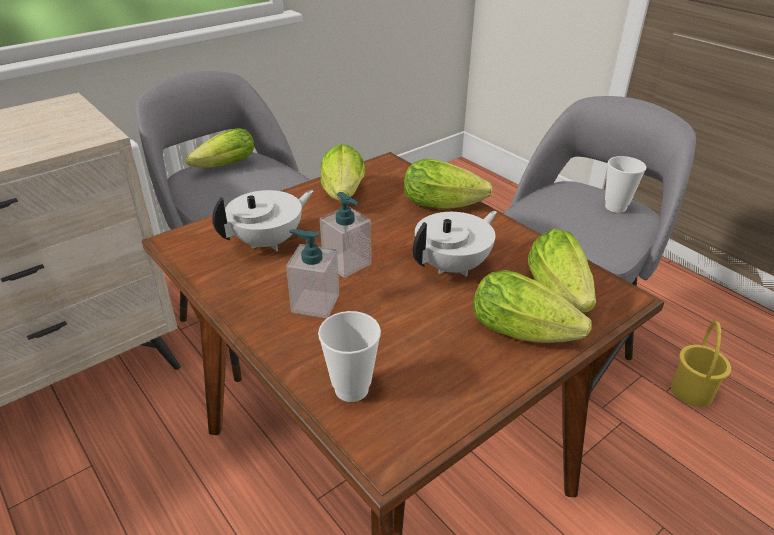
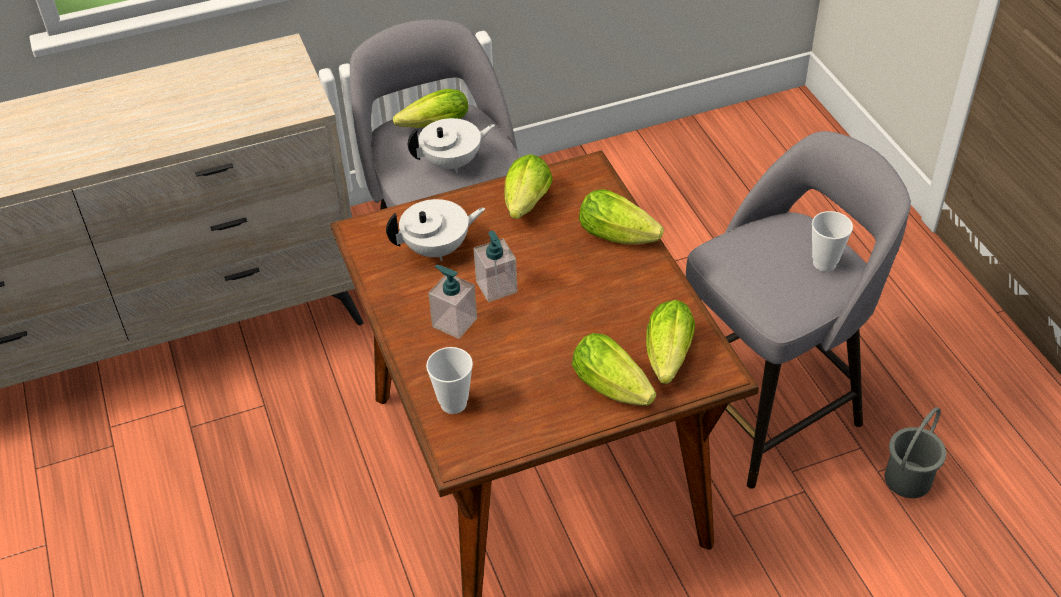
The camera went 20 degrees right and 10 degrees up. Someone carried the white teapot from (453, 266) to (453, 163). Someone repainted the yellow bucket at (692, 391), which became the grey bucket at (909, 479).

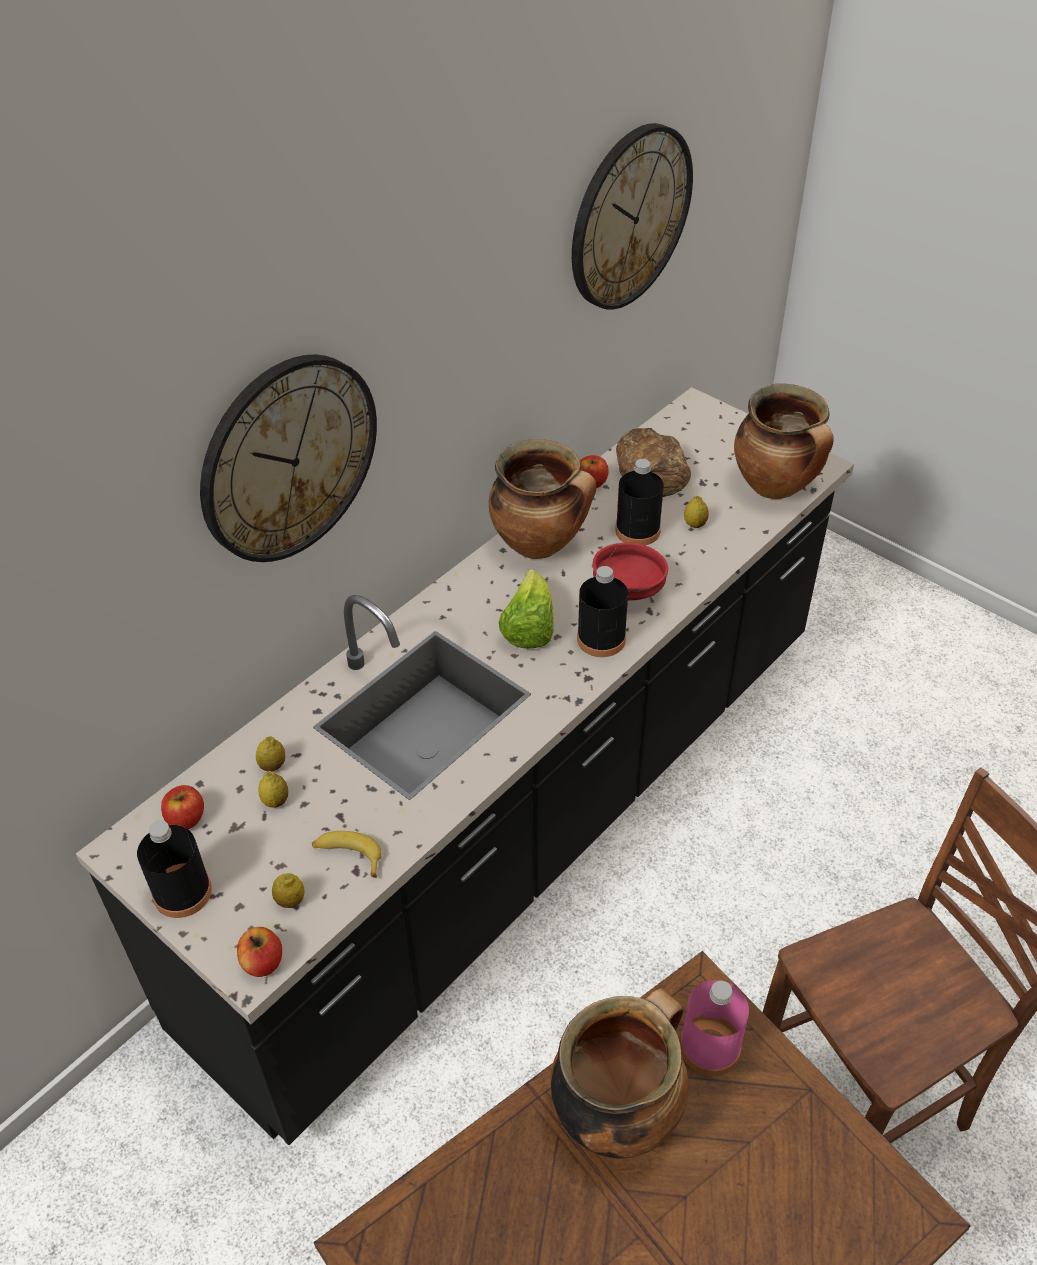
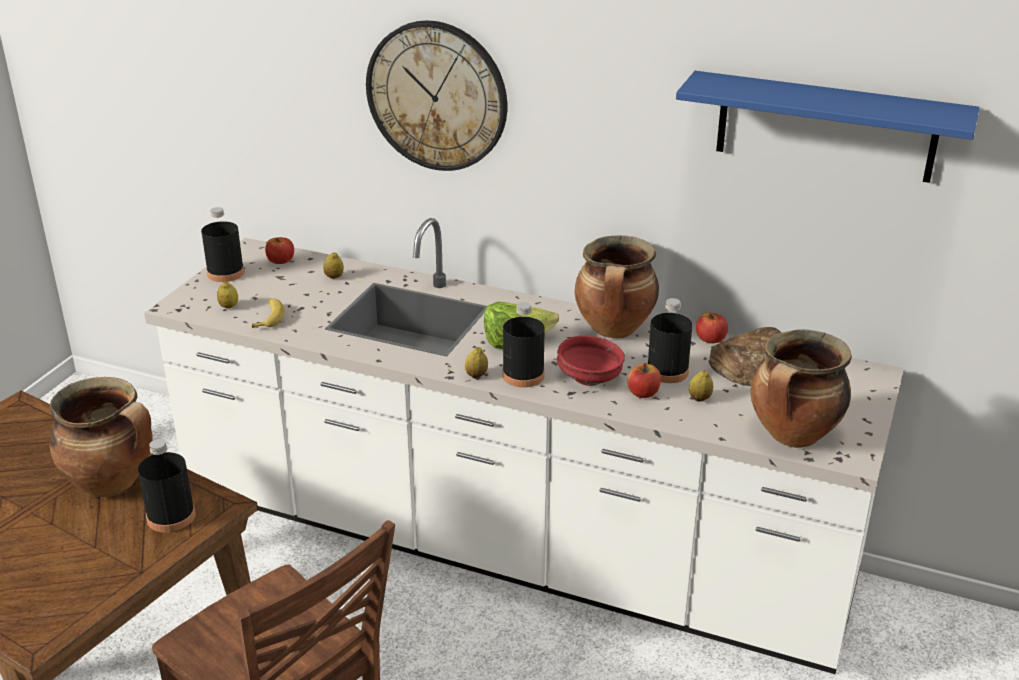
The camera went 70 degrees right and 15 degrees down. Someone carried the apple from (263, 962) to (643, 393). Someone carried the lemon from (275, 801) to (476, 375). Someone swapped the wall clock at (630, 217) for the blue shelf at (826, 127). Someone repainted the black counter at (522, 821), which became the white counter at (509, 545). Someone repainted the pink bottle at (709, 1047), which became the black bottle at (171, 517).

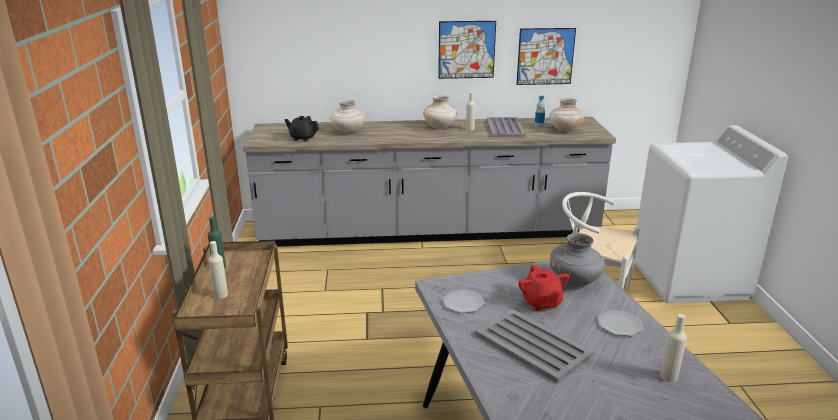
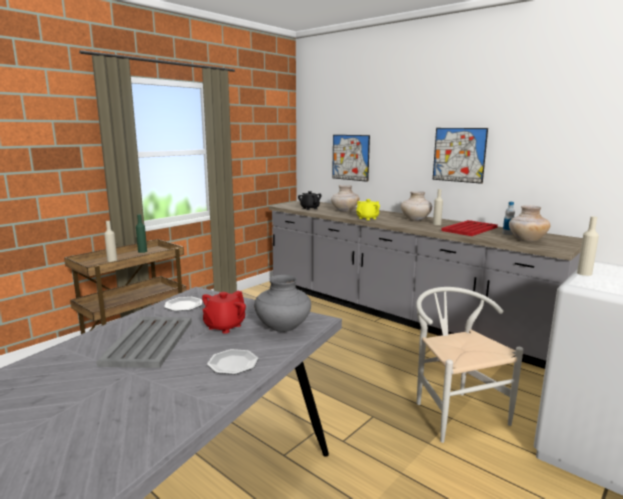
The camera went 45 degrees right and 10 degrees down. Someone put down the yellow teapot at (367, 218). Someone carried the picture from (545, 56) to (350, 157). Someone carried the beige bottle from (669, 377) to (584, 273). Someone repainted the grey tray at (505, 128), which became the red tray at (469, 229).

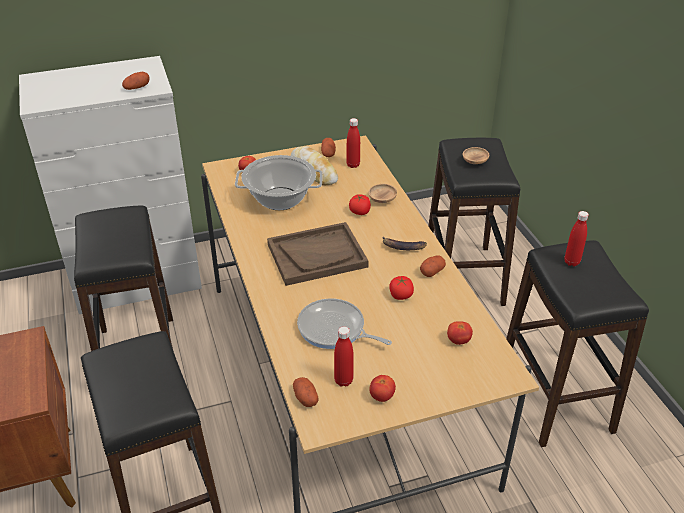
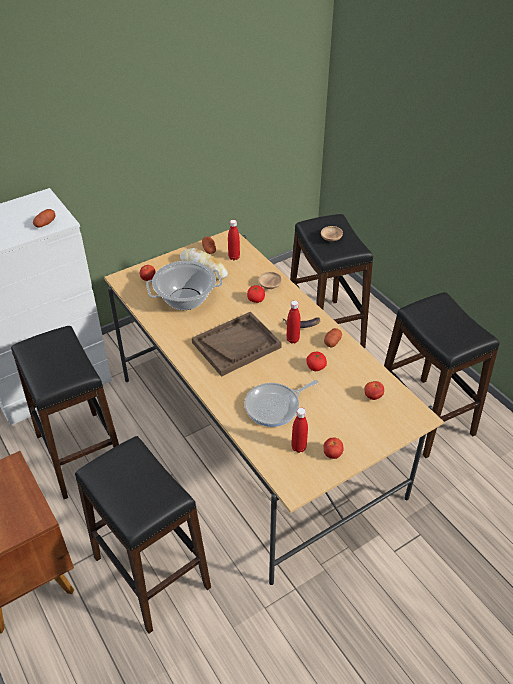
The camera went 15 degrees left and 5 degrees up. Someone took away the potato at (305, 398). Someone carried the red bottle from (571, 262) to (292, 339). Someone rotated the frying pan at (334, 329) by 45 degrees counterclockwise.

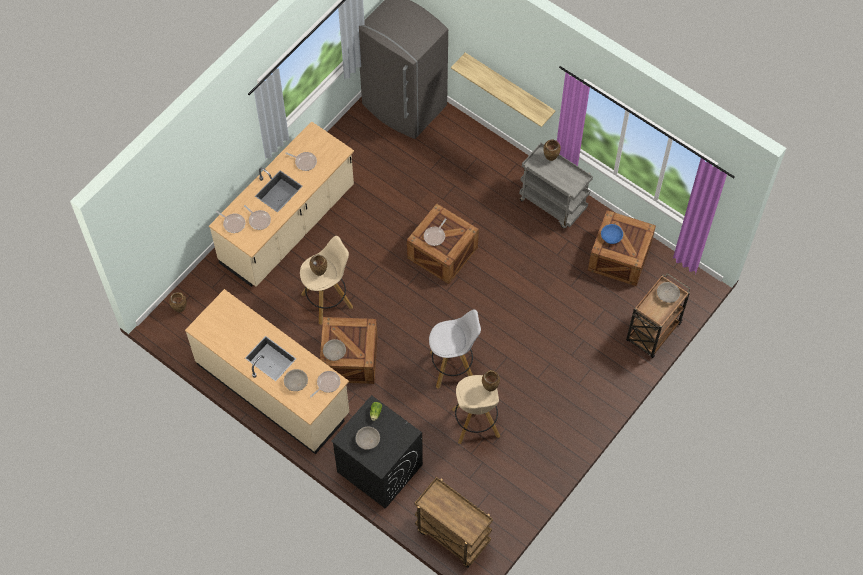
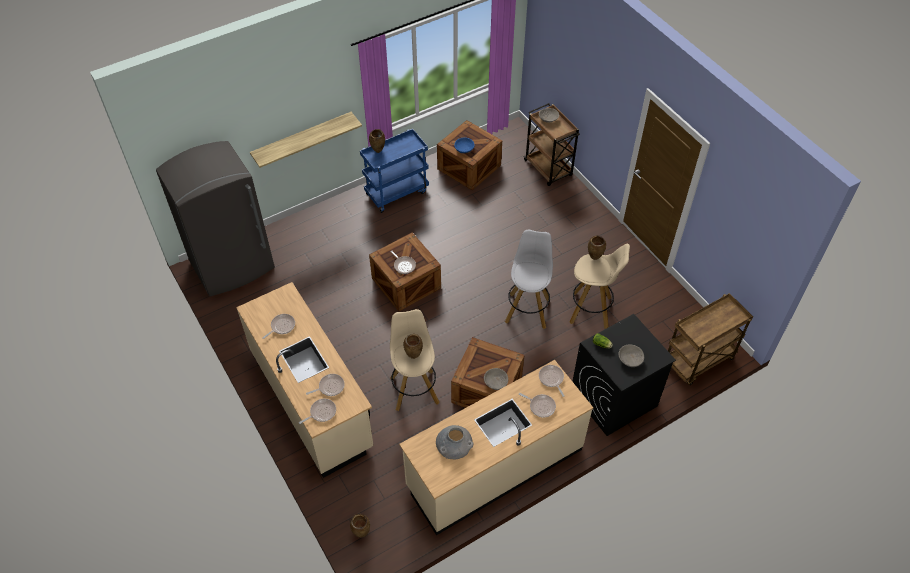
The camera went 70 degrees left and 10 degrees down. Someone put down the grey vase at (454, 443). Someone swapped the grey bowl at (296, 383) for the frying pan at (540, 406). Someone repainted the grey cart at (553, 204), which became the blue cart at (397, 192).

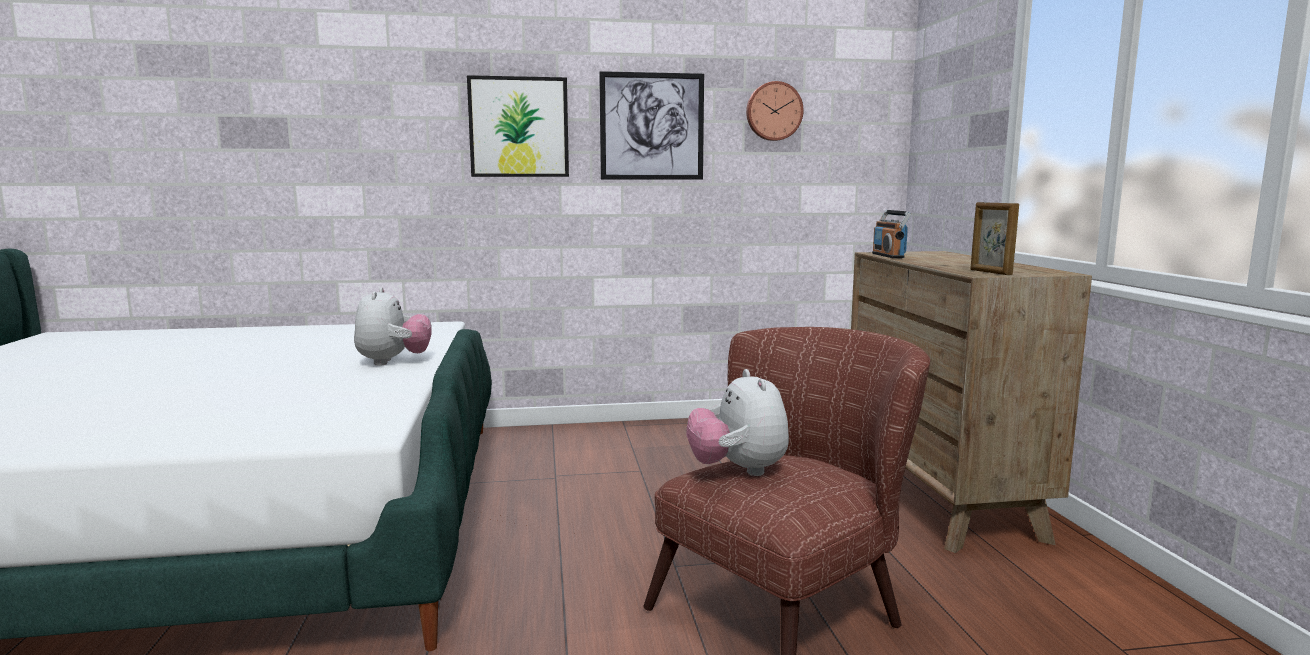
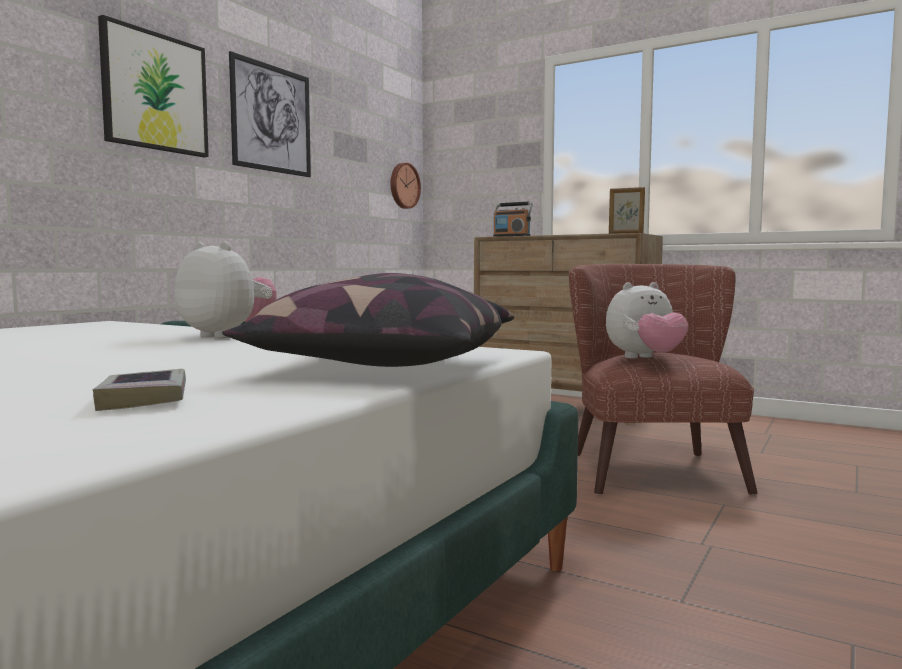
The camera went 50 degrees left and 5 degrees down. Someone put down the book at (144, 398). Someone put down the pillow at (385, 368). Someone carried the wall clock from (773, 111) to (403, 186). Someone rotated the plush toy at (738, 470) by 45 degrees counterclockwise.

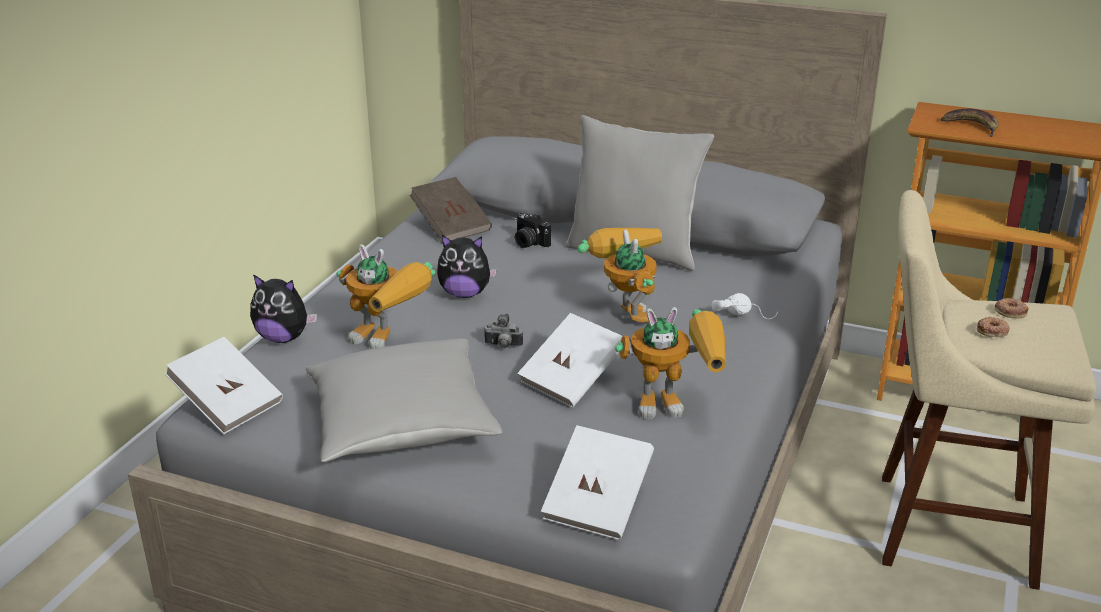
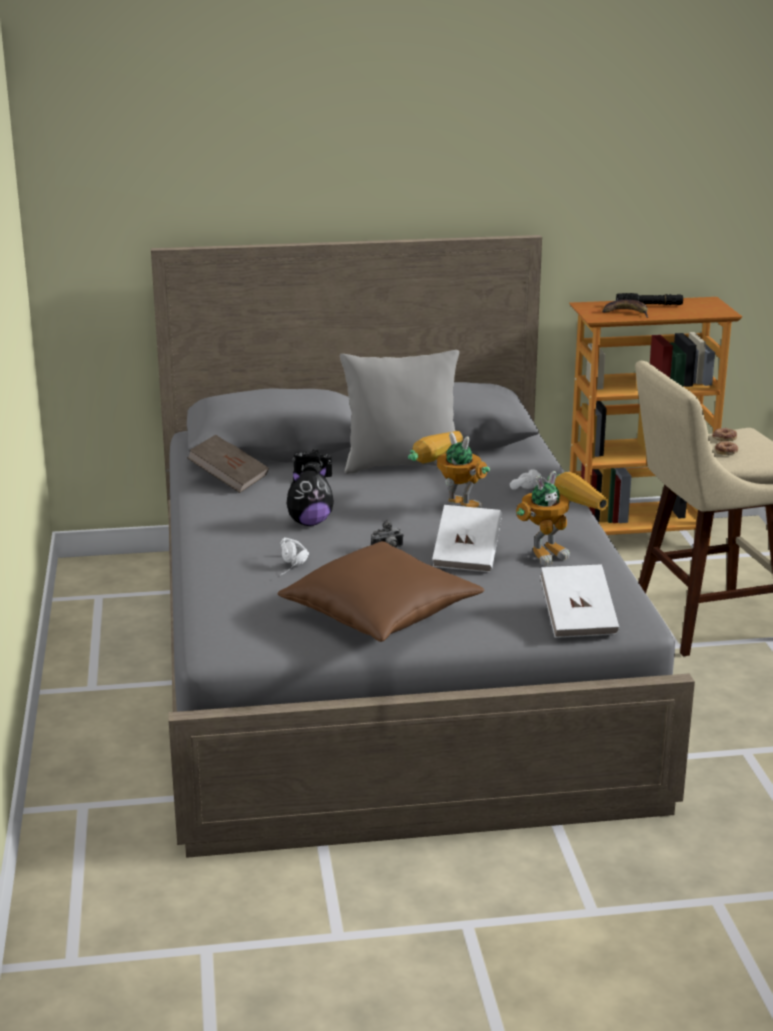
The camera went 30 degrees left and 5 degrees down. Someone took away the white book at (228, 404). Someone took away the plush toy at (283, 338). Someone put down the black flashlight at (649, 306). Someone swapped the toy robot at (389, 341) for the white headphones at (294, 567). Someone repainted the grey pillow at (402, 423), which became the brown pillow at (381, 614).

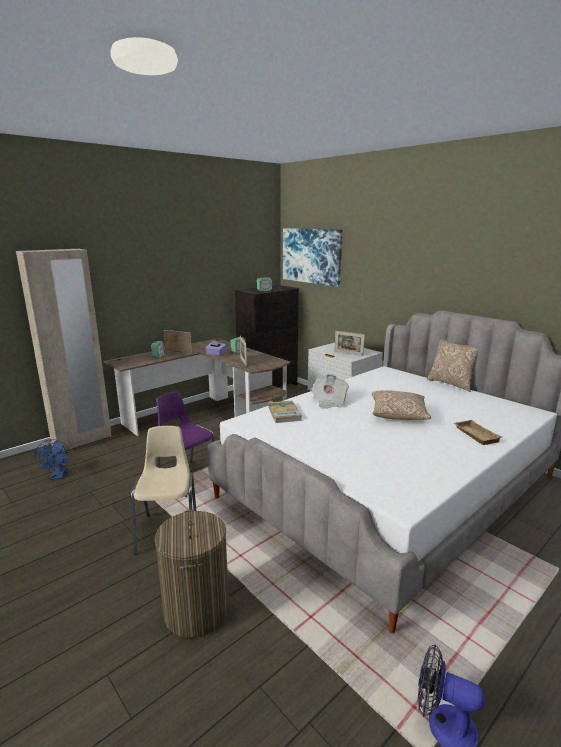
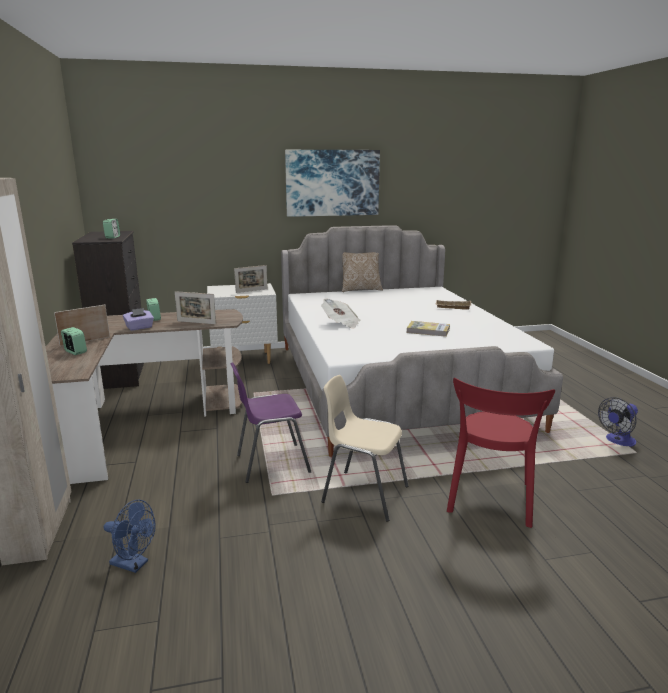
The camera went 60 degrees left and 0 degrees up. Someone took away the pillow at (398, 415). Someone carried the book from (284, 413) to (428, 331). Someone carried the picture from (311, 256) to (332, 183). Someone swapped the laundry basket at (196, 610) for the red chair at (490, 500).

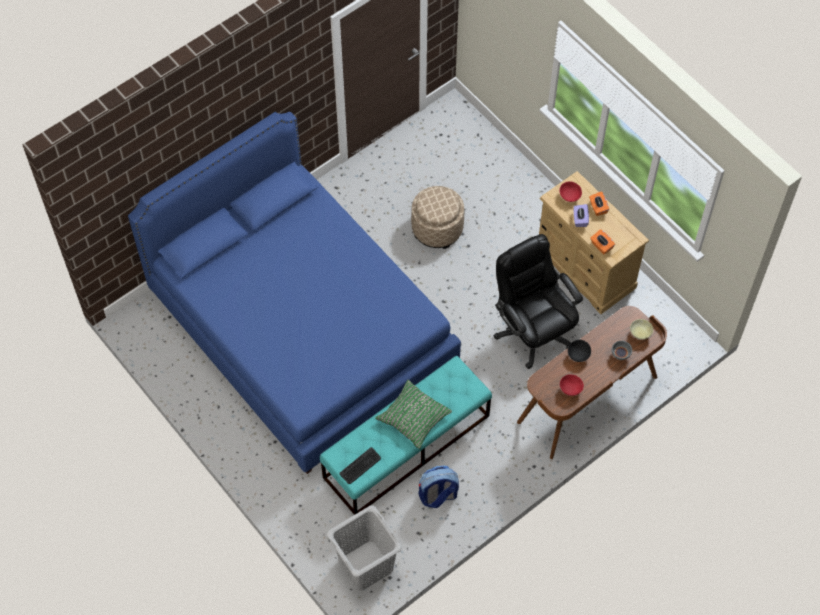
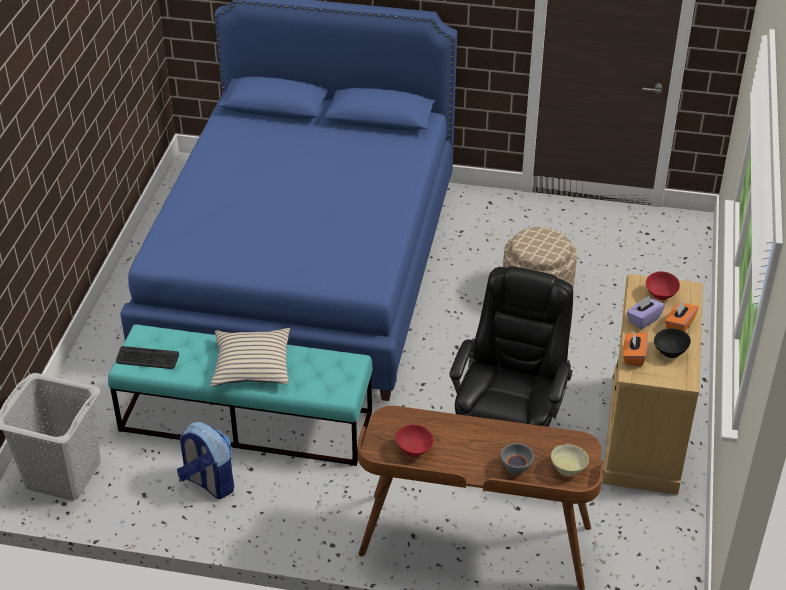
The camera went 50 degrees right and 20 degrees down. Someone carried the black bowl from (578, 355) to (669, 352). Someone repainted the green pillow at (413, 417), which became the beige pillow at (251, 365).

